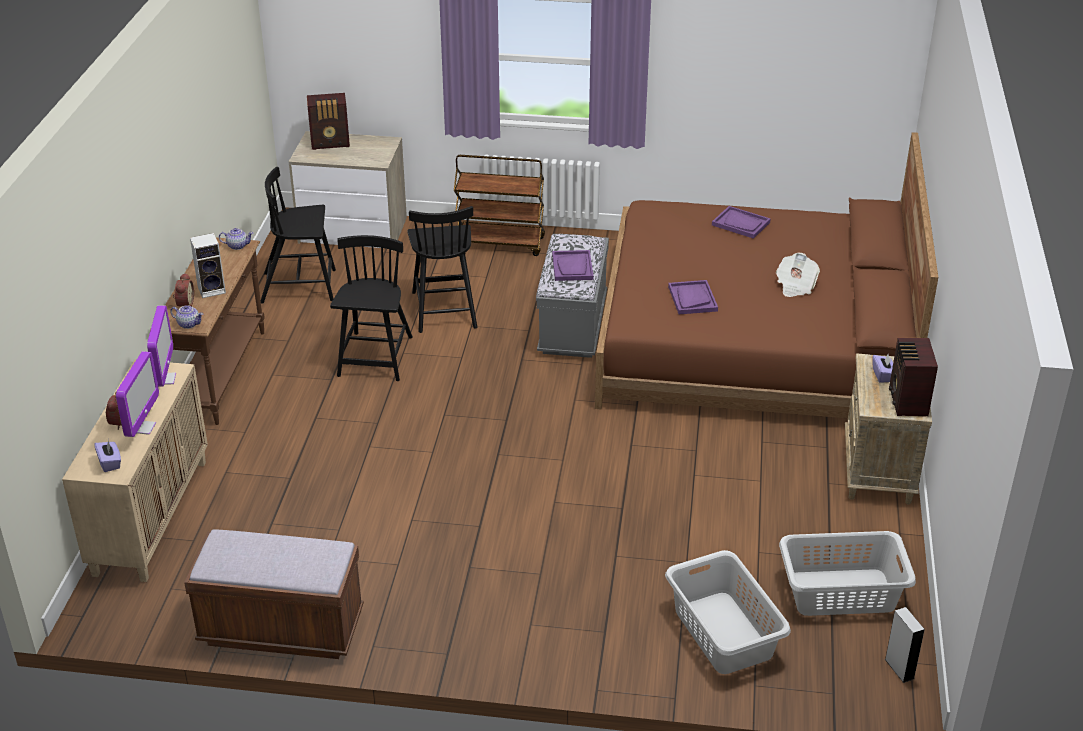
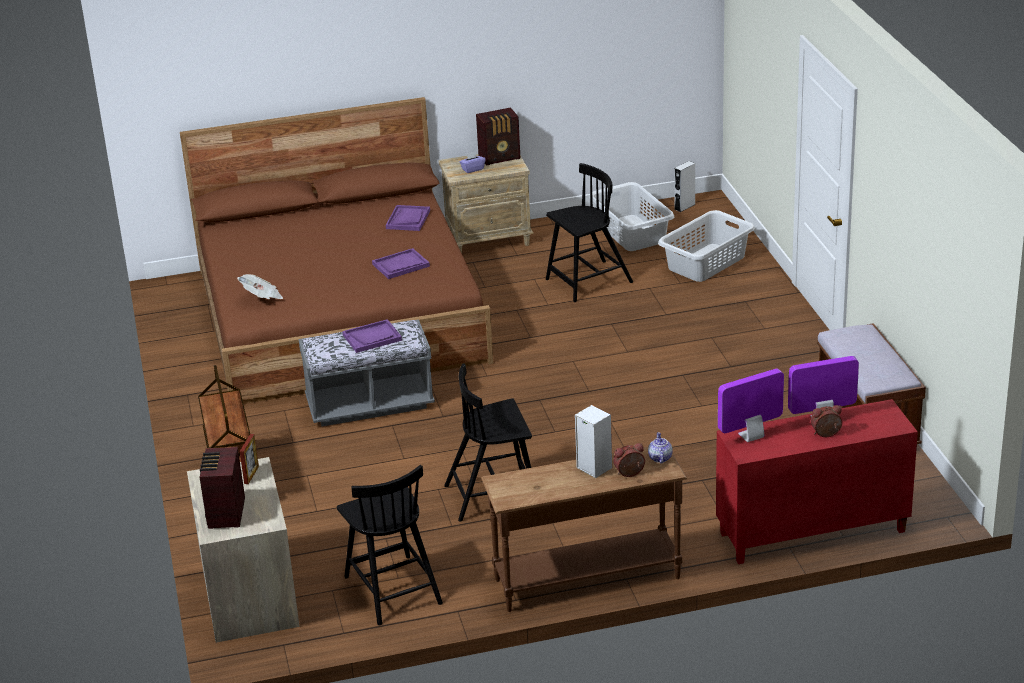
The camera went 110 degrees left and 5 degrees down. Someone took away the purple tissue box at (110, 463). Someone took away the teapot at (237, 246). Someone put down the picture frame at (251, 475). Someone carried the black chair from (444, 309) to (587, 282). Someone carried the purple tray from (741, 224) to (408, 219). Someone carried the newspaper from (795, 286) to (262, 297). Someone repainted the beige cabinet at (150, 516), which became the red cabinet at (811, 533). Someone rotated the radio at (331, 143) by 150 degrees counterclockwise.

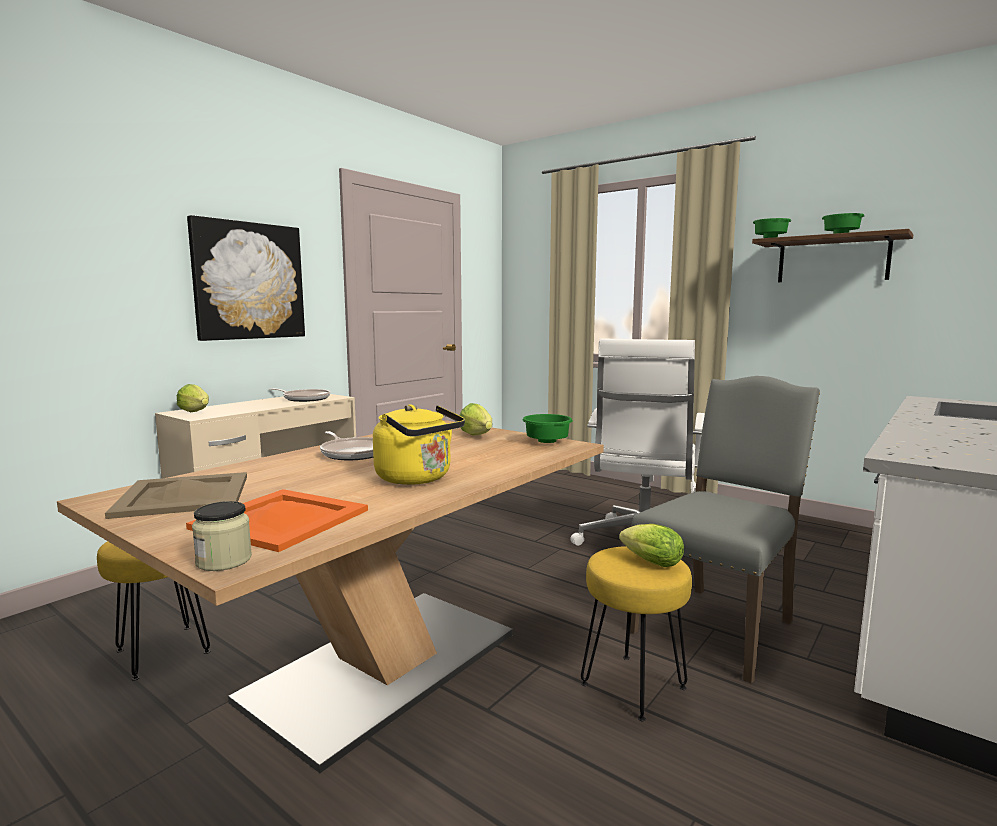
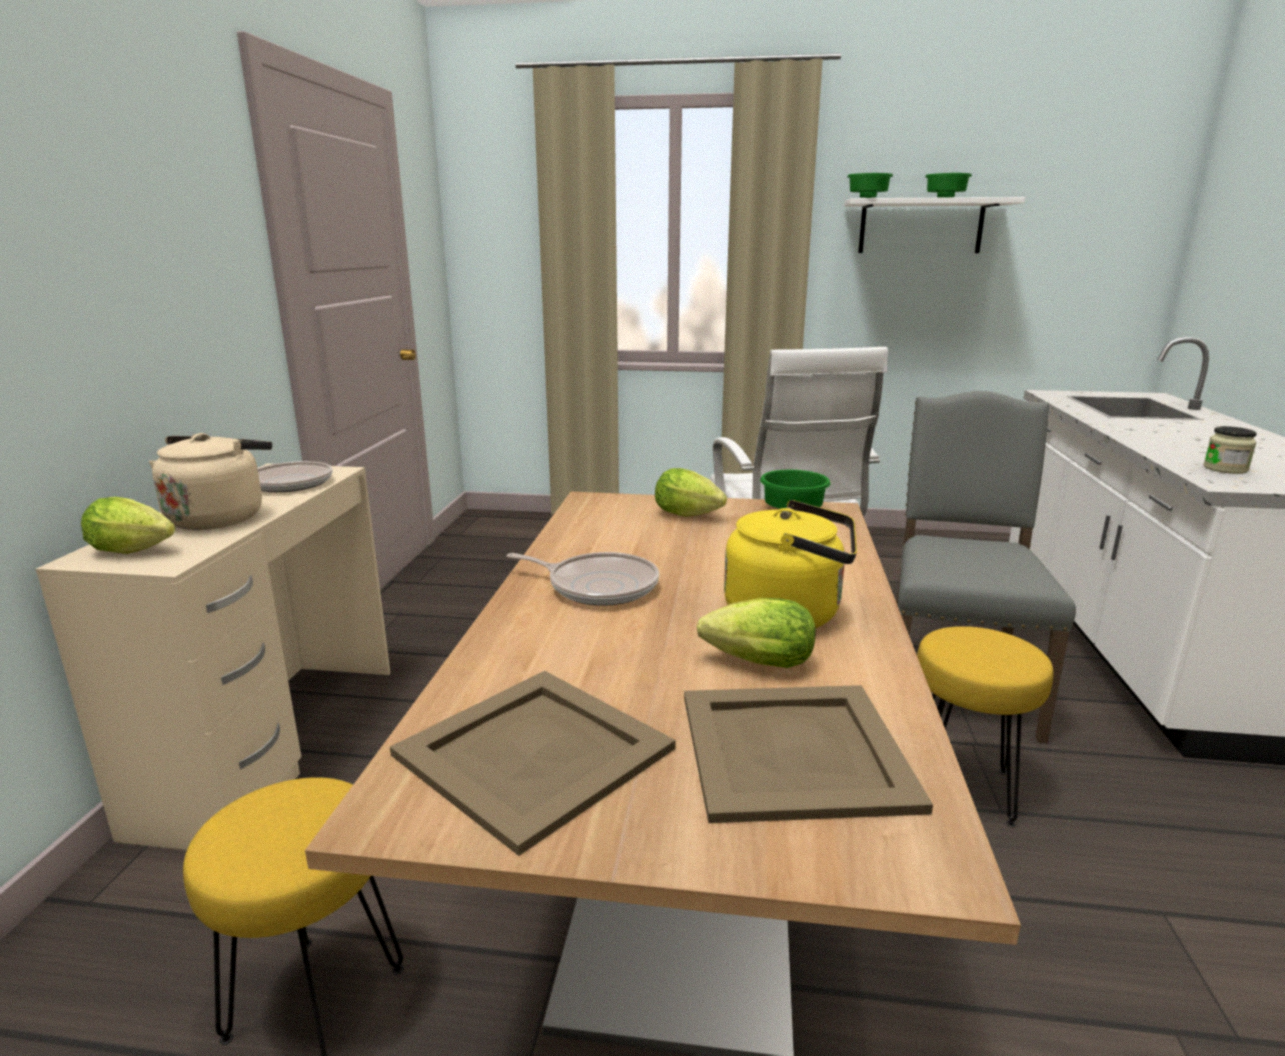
The camera went 30 degrees left and 10 degrees up. Someone took away the picture at (248, 281). Someone put down the beige kettle at (219, 517). Someone carried the jar from (224, 560) to (1225, 469). Someone carried the lettuce from (648, 562) to (753, 663). Someone repainted the orange tray at (281, 519), which became the beige tray at (791, 749). Someone repainted the brown shelf at (832, 260), which became the white shelf at (920, 227).

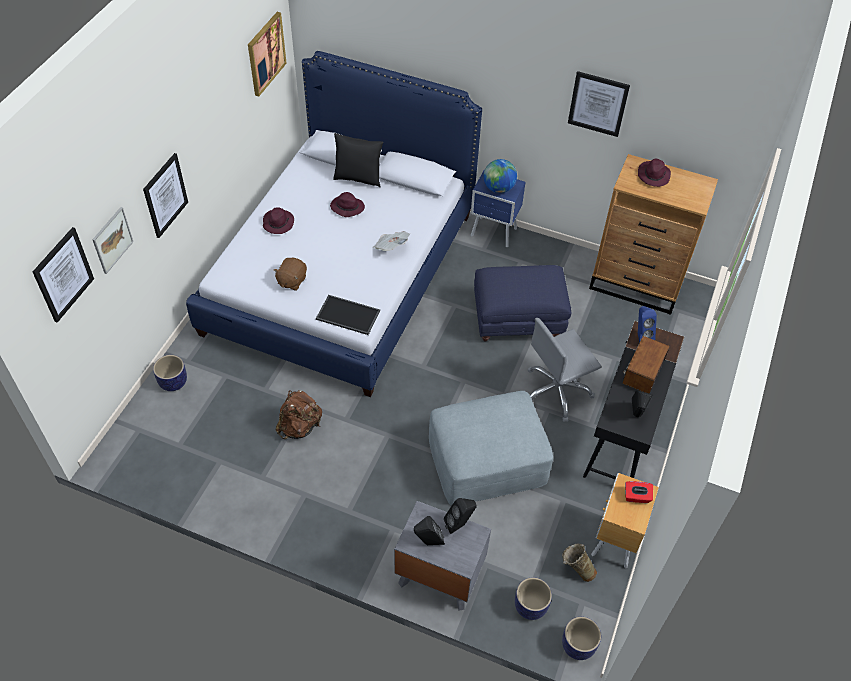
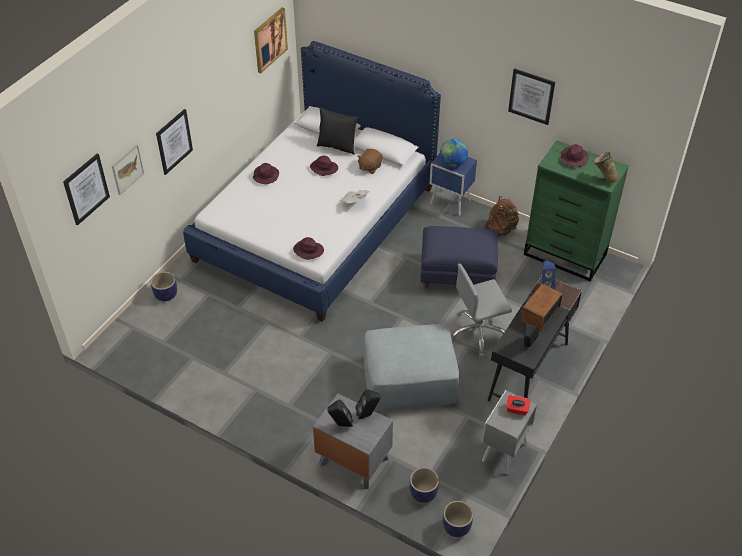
The camera went 10 degrees right and 5 degrees down. Someone carried the brown plush toy from (291, 281) to (370, 167). Someone carried the brown backpack from (299, 427) to (500, 230). Someone carried the beige vase from (575, 571) to (603, 179). Someone swapped the tray at (347, 315) for the purple hat at (308, 251). Someone repainted the brown dresser at (636, 285), which became the green dresser at (565, 255). Someone repainted the brown nightstand at (614, 542), which became the grey nightstand at (503, 453).

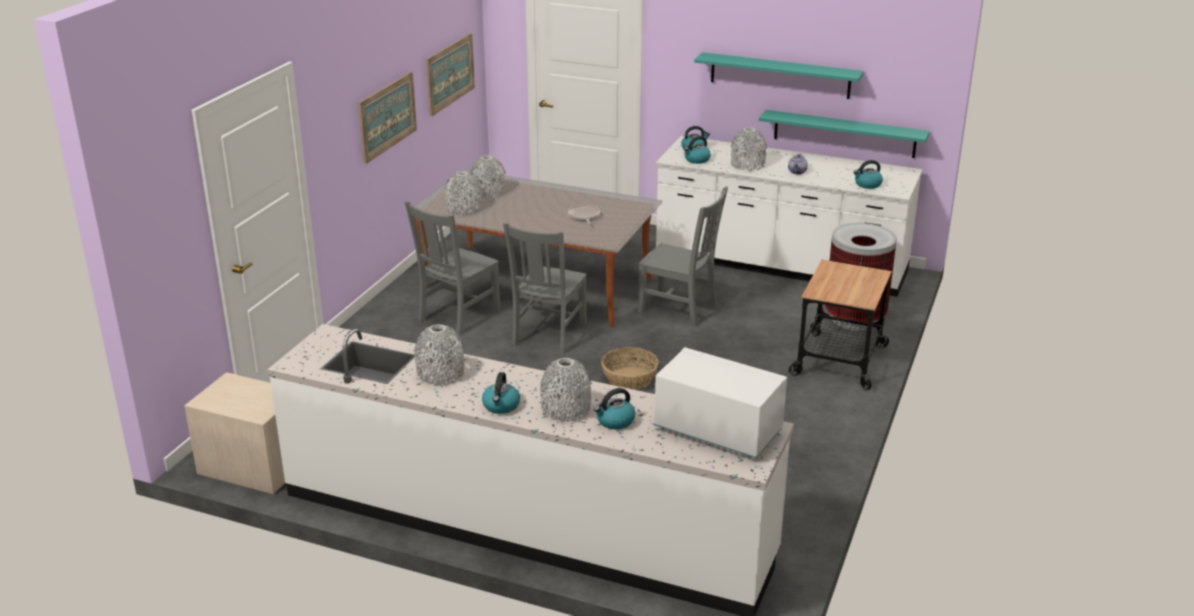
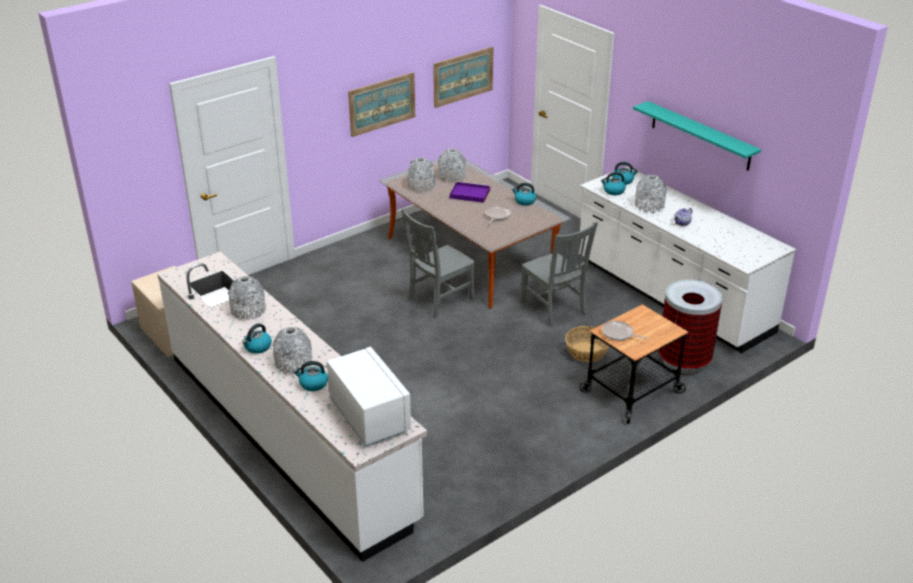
The camera went 30 degrees right and 5 degrees up. Someone took away the grey chair at (457, 316). Someone took away the turquoise shelf at (844, 134). Someone put down the purple tray at (469, 194). Someone put down the frying pan at (619, 334). Someone carried the basket from (629, 379) to (586, 352). Someone carried the kettle from (867, 184) to (524, 201).

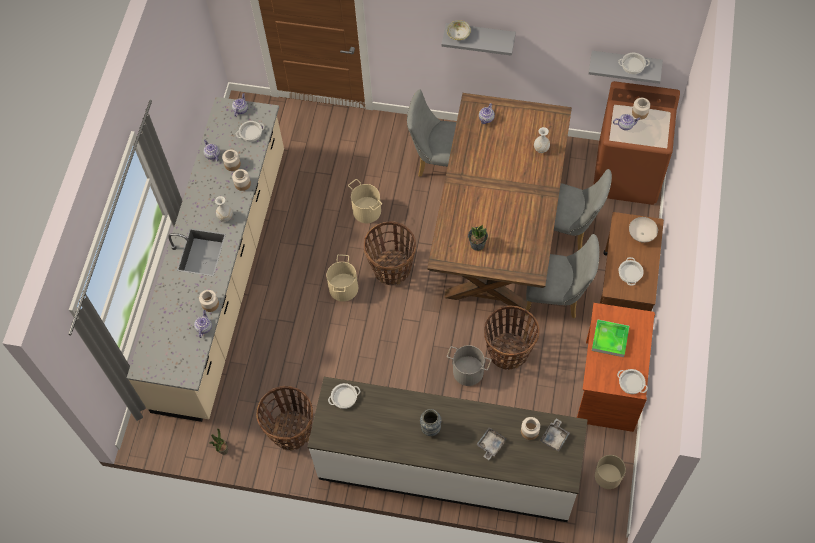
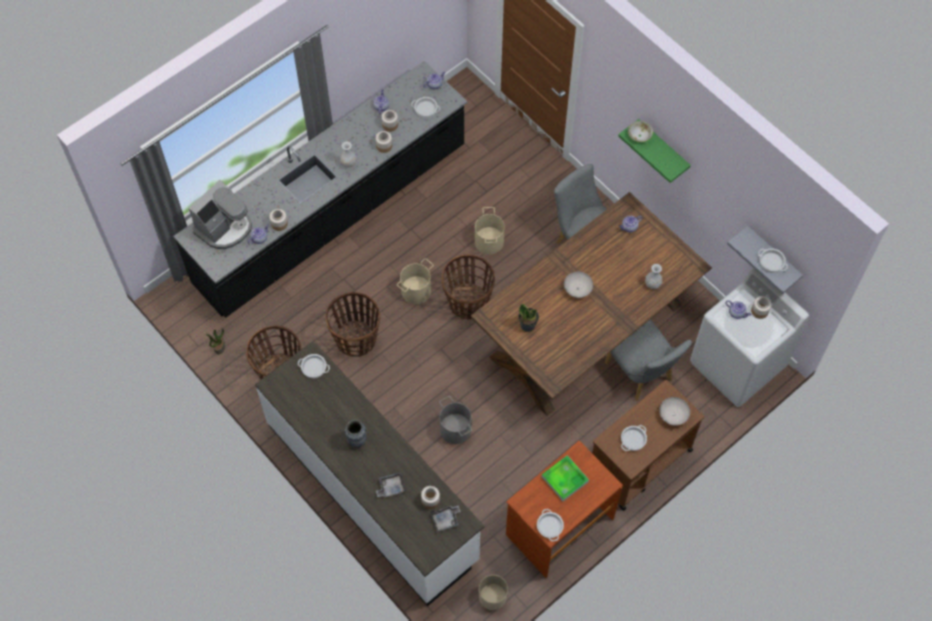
The camera went 35 degrees right and 0 degrees up. Someone took away the grey chair at (556, 297). Someone put down the coffee machine at (224, 228). Someone put down the white bowl at (578, 289). Someone carried the basket from (508, 351) to (356, 339). Someone repainted the beige counter at (223, 277), which became the black counter at (331, 215). Someone repainted the grey shelf at (480, 35), which became the green shelf at (662, 149). Someone repainted the brown washing machine at (627, 174), which became the white washing machine at (737, 365).

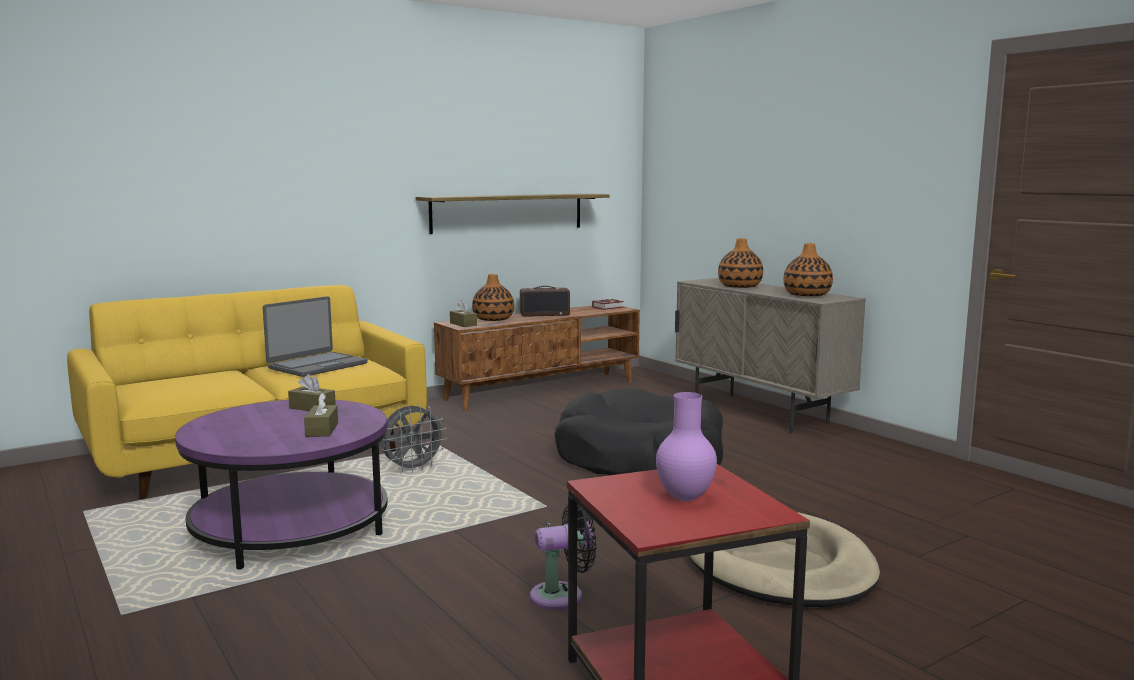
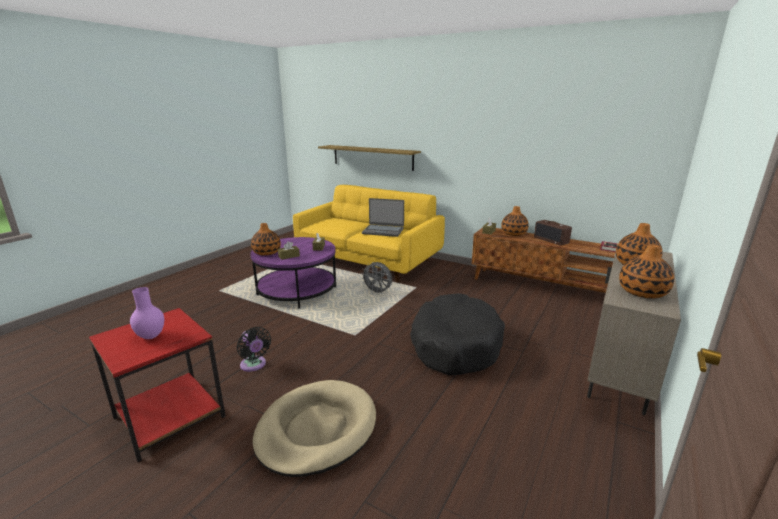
The camera went 65 degrees right and 10 degrees up. Someone put down the vase at (267, 253). Someone carried the shelf from (508, 212) to (372, 157).

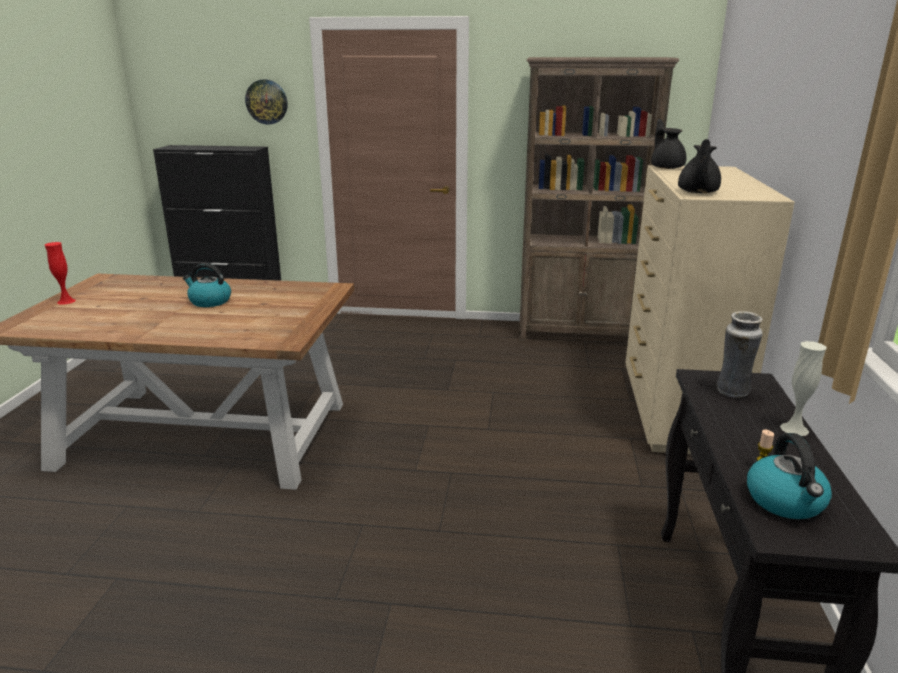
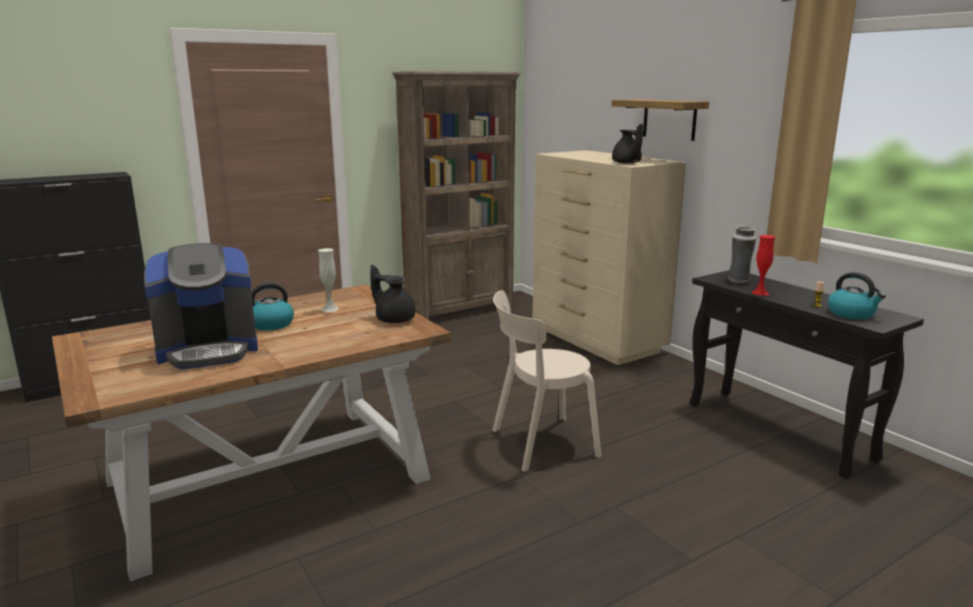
The camera went 40 degrees left and 5 degrees down. Someone took away the wall clock at (267, 102). Someone put down the coffee machine at (208, 350). Someone put down the beige chair at (539, 444). Someone put up the shelf at (669, 119). Someone carried the red vase from (66, 301) to (760, 293). Someone carried the black teapot from (666, 167) to (394, 319). Someone carried the white vase from (794, 429) to (330, 309).

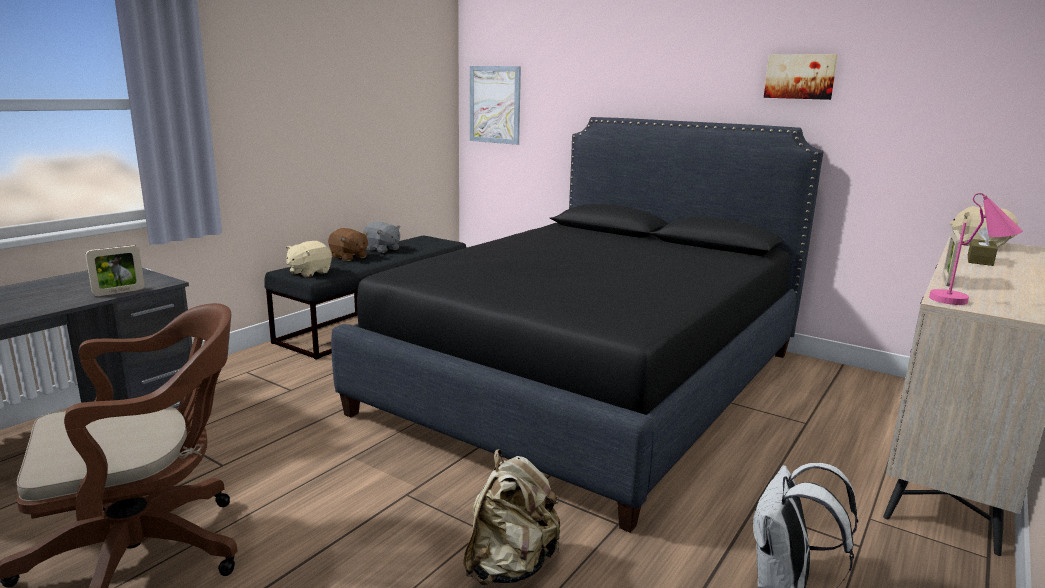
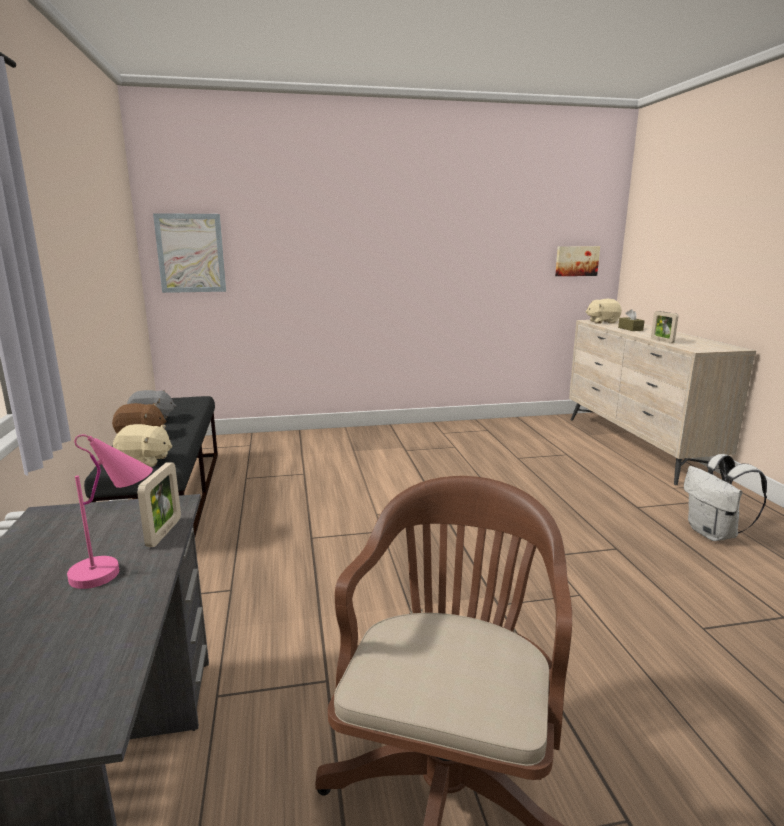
The camera went 45 degrees left and 0 degrees up. Someone took away the black bed at (592, 381). Someone took away the beige backpack at (510, 566). Someone carried the picture from (800, 76) to (576, 261). Someone carried the pink table lamp from (966, 301) to (118, 570). Someone rotated the beige plush toy at (309, 272) by 75 degrees counterclockwise.

